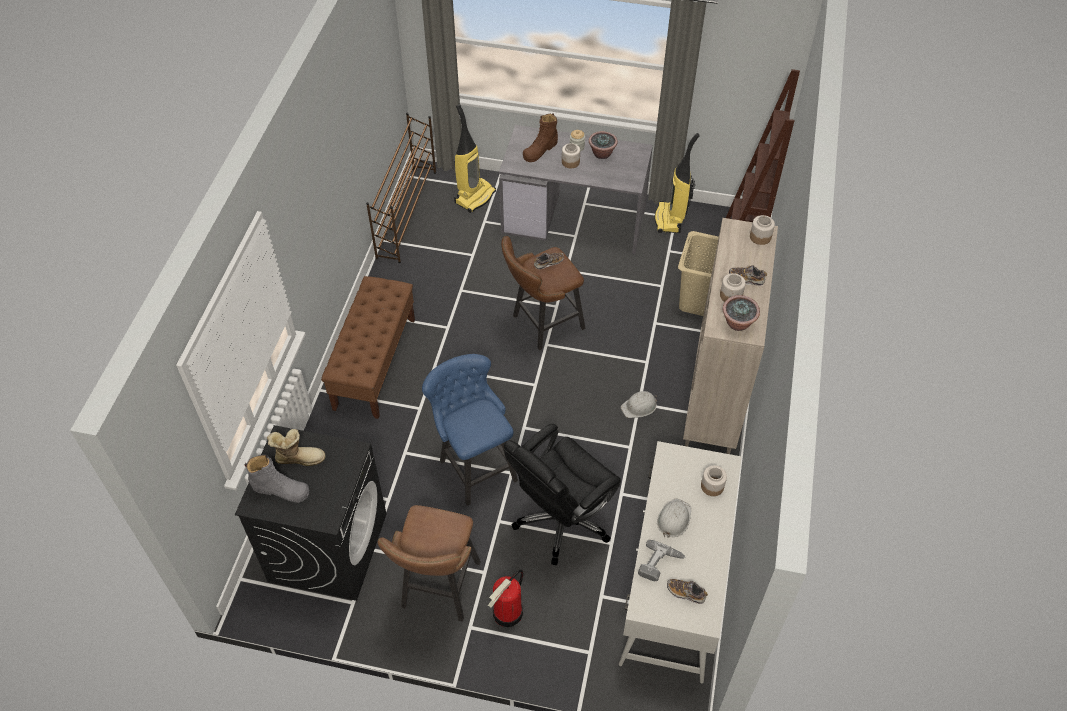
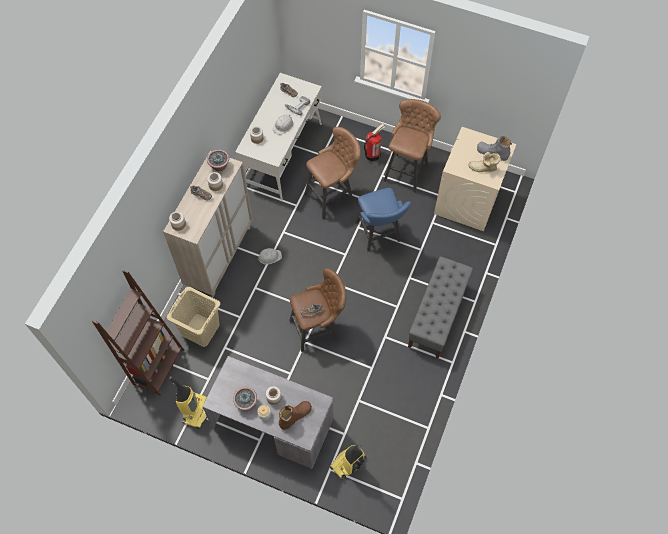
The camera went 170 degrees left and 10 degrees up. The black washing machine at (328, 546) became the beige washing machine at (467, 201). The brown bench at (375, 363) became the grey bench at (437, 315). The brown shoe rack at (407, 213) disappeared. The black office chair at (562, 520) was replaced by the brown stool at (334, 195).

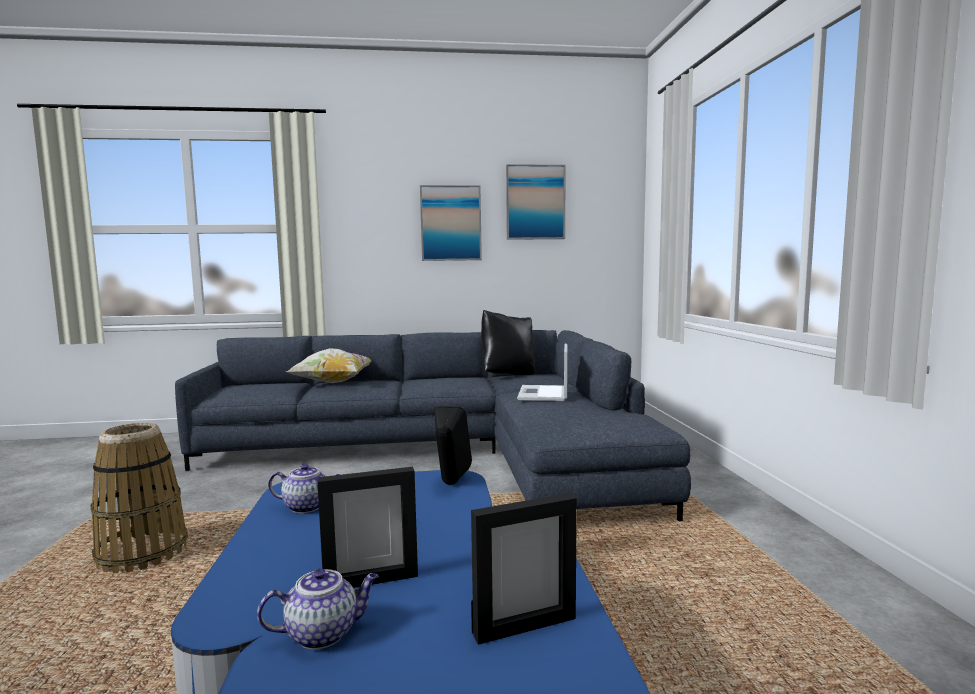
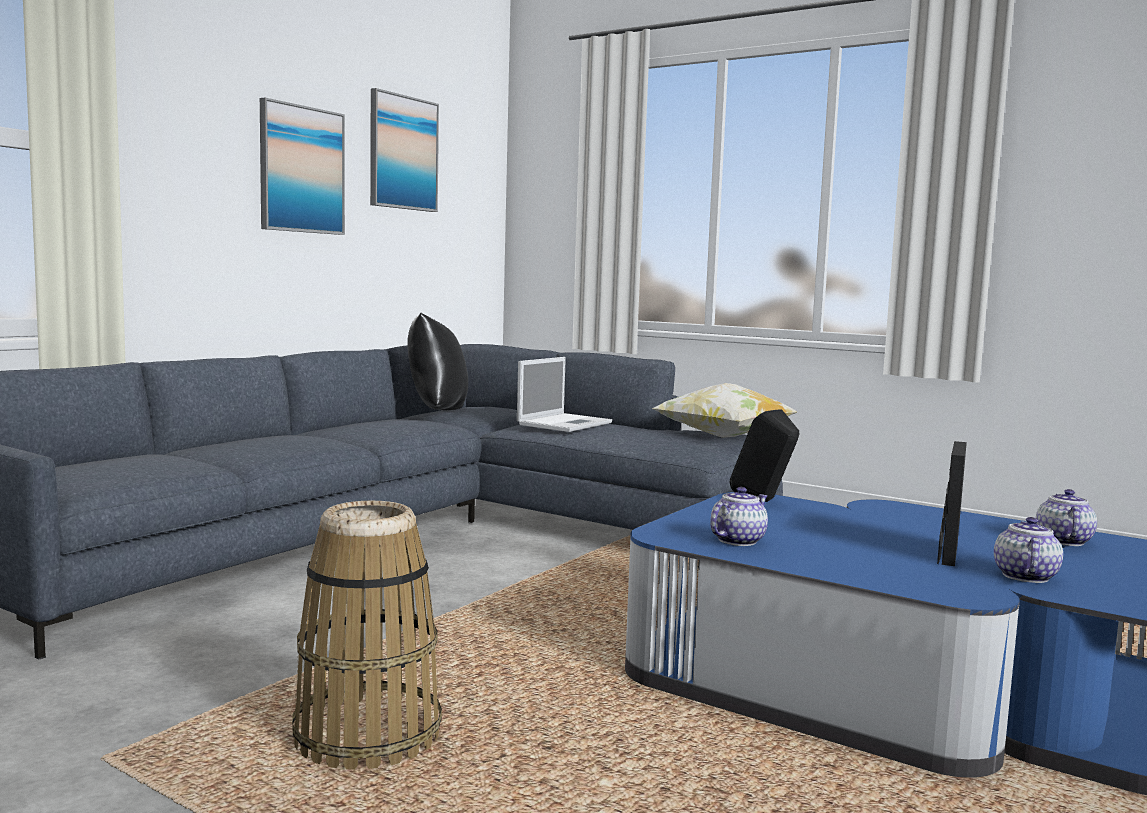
The camera went 50 degrees left and 0 degrees up. The pillow moved from (333, 383) to (723, 437). The picture frame at (524, 625) was replaced by the teapot at (1062, 541). The laptop at (543, 394) turned 105 degrees counterclockwise.

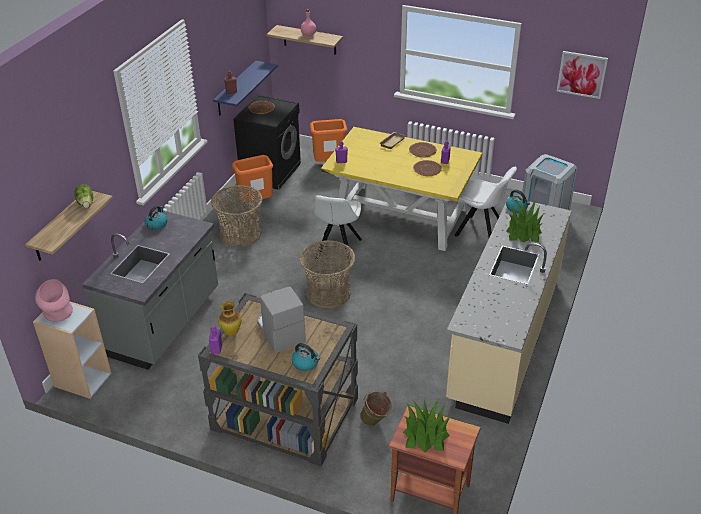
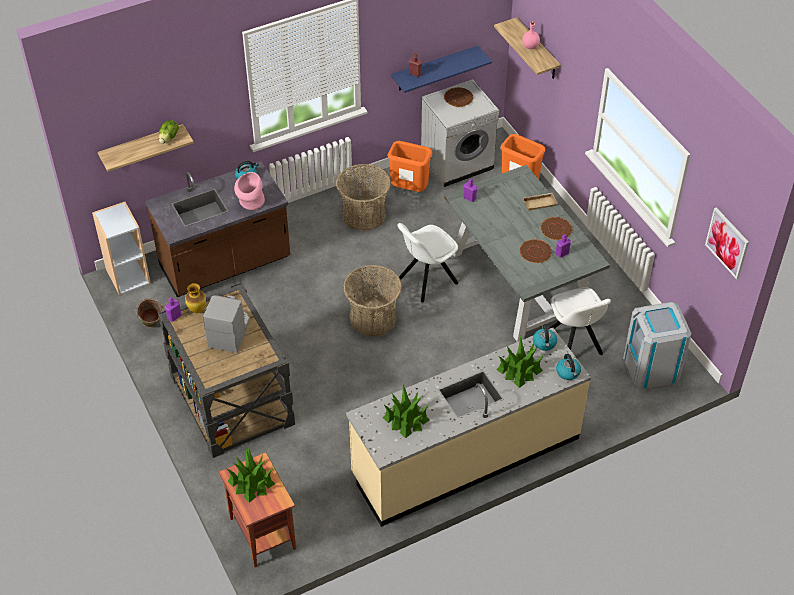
The camera went 40 degrees right and 10 degrees up. The pink vase moved from (58, 315) to (250, 203). The grey counter at (164, 323) became the brown counter at (225, 264). The black washing machine at (272, 172) became the white washing machine at (458, 164). The kettle moved from (306, 363) to (568, 372). The yellow dining table at (401, 216) became the grey dining table at (521, 281). The green bucket moved from (376, 422) to (152, 326). The potted plant at (406, 418) appeared.

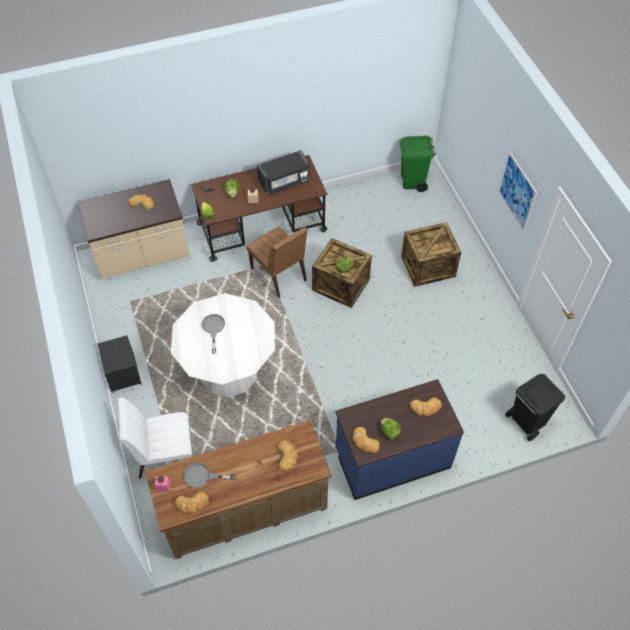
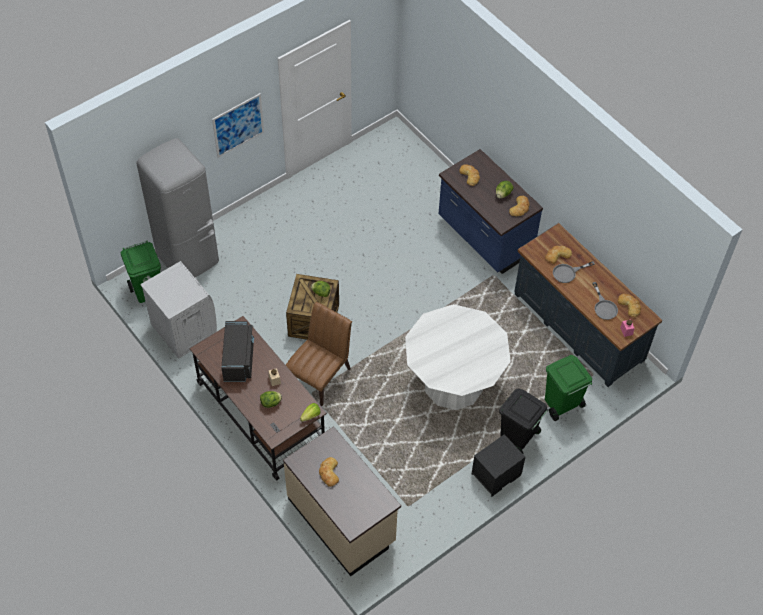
The camera went 110 degrees left and 0 degrees up. The white chair at (165, 455) was replaced by the green trash can at (561, 404). The grey frying pan moved from (213, 329) to (568, 273). The black microwave at (284, 181) turned 45 degrees clockwise. The crate at (428, 267) disappeared. The black trash can moved from (526, 422) to (517, 438). The grey fridge at (189, 259) appeared. The white washing machine at (184, 330) appeared.

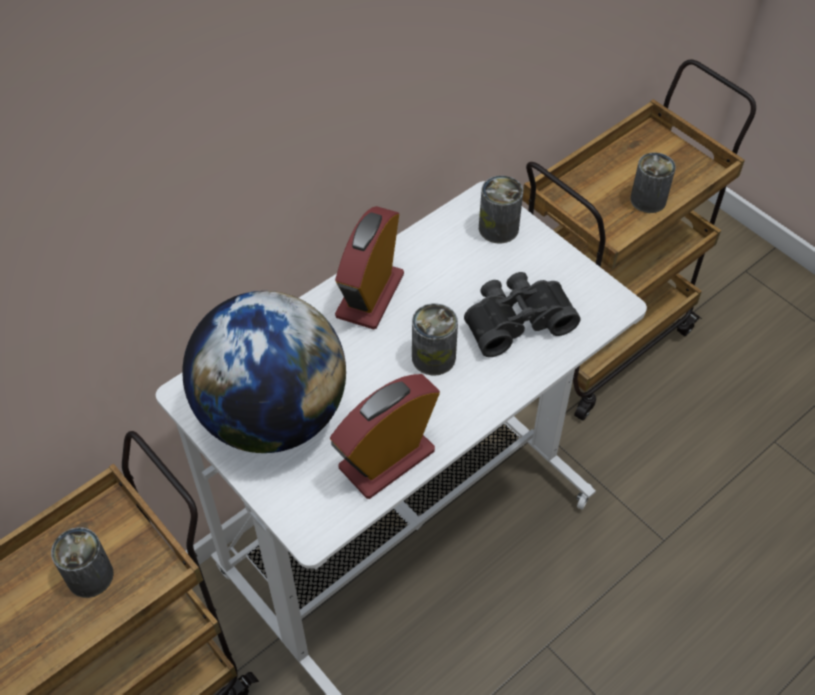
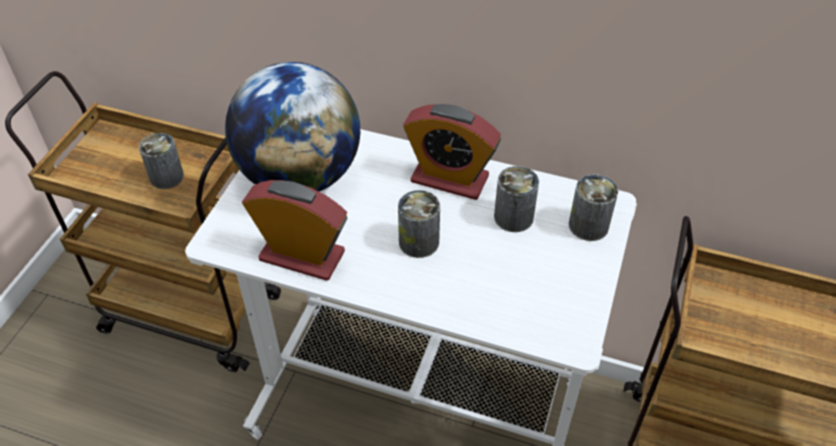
The camera went 60 degrees right and 5 degrees down. The alarm clock at (370, 296) turned 150 degrees counterclockwise. The black binoculars at (516, 320) disappeared. The can moved from (648, 200) to (513, 217).

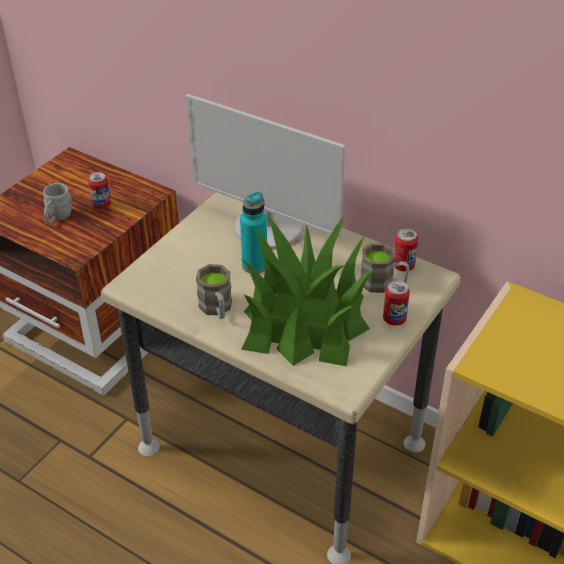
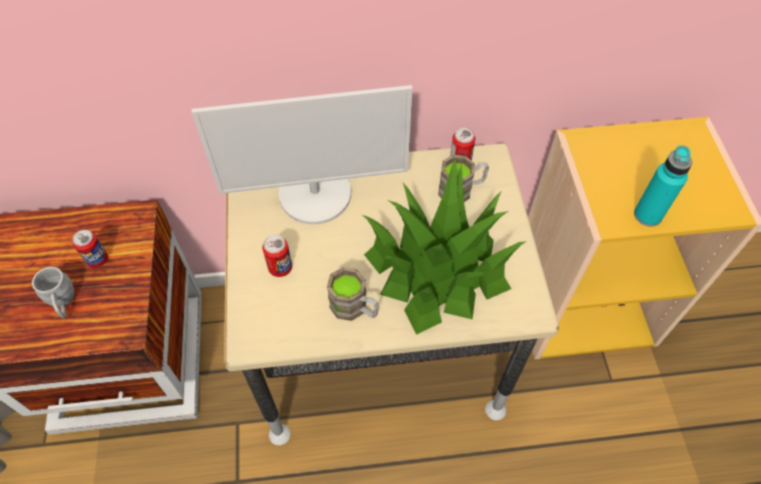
The camera went 40 degrees left and 15 degrees up. The turquoise bottle moved from (254, 265) to (647, 215). The can moved from (394, 319) to (280, 268).

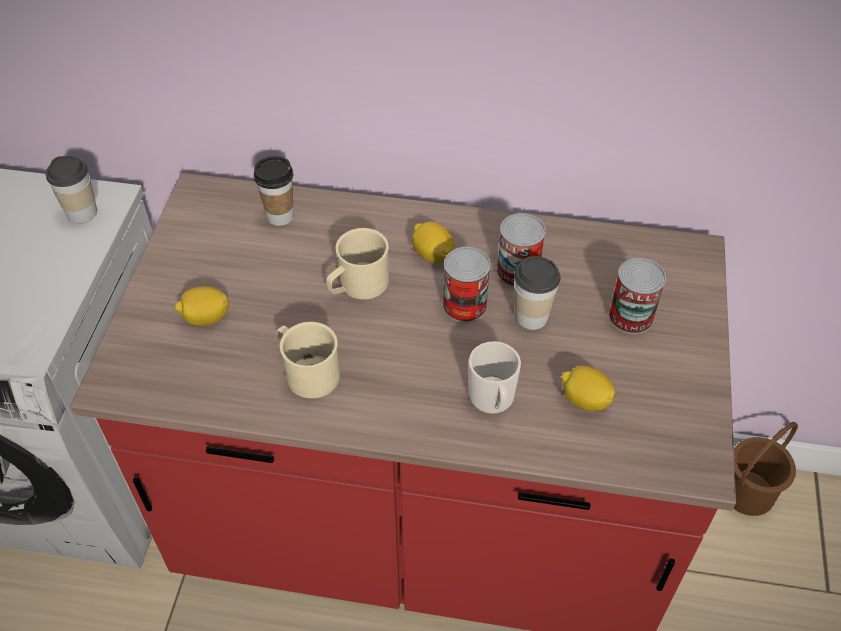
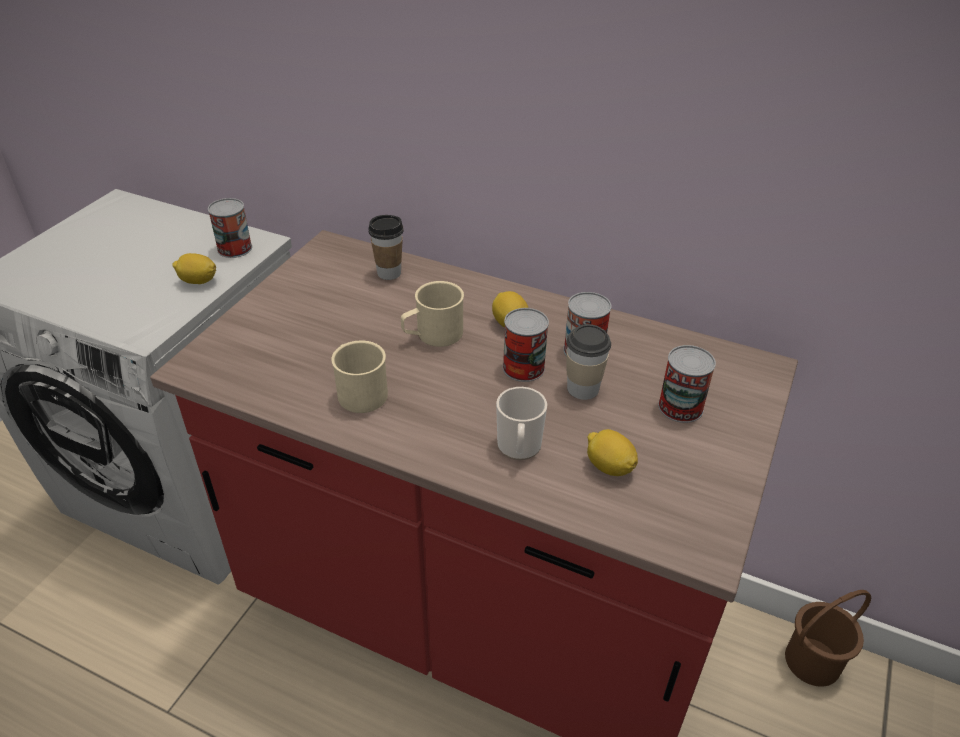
The camera went 15 degrees right and 10 degrees down. The cup at (82, 213) was replaced by the can at (234, 248). The lemon moved from (206, 318) to (198, 281).

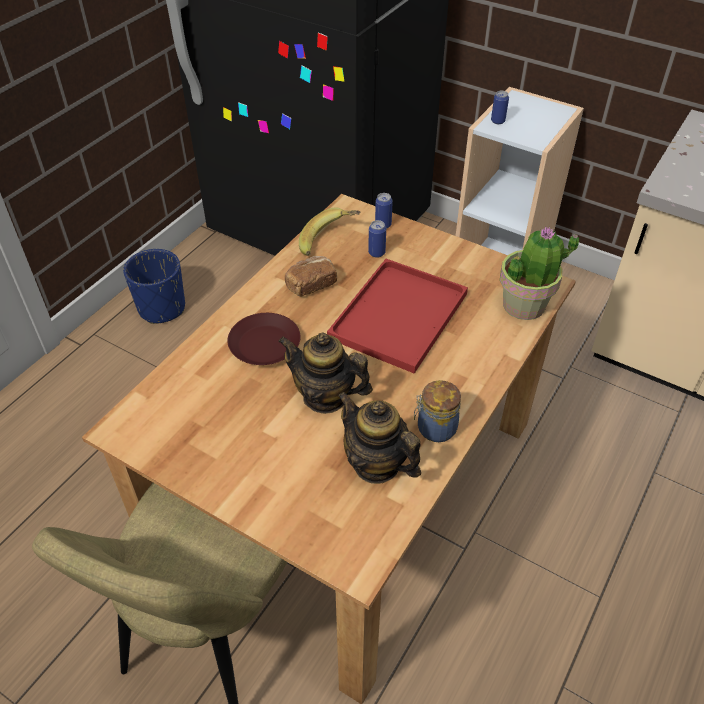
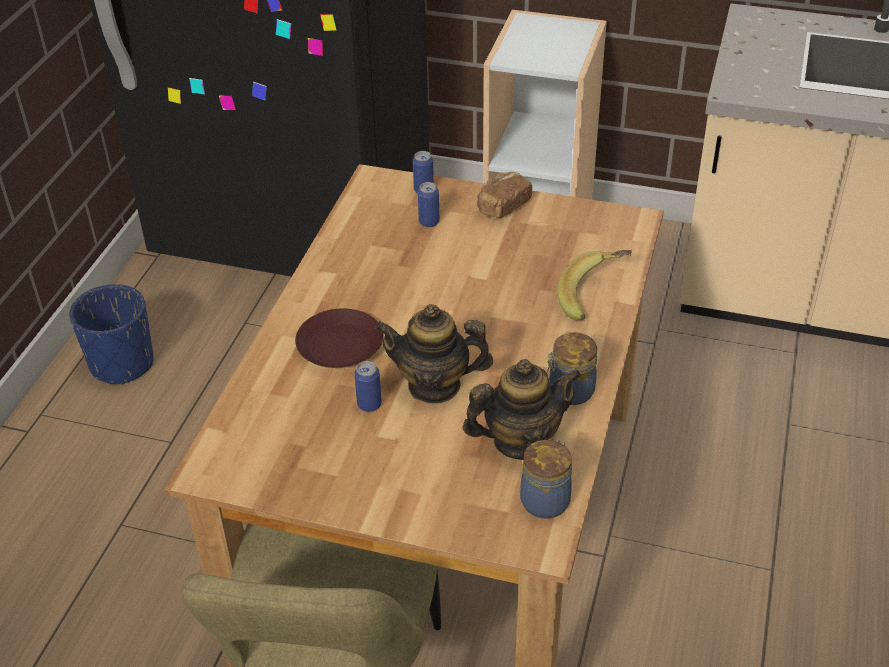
The camera went 15 degrees left and 5 degrees down. The bread moved from (310, 285) to (502, 206). The banana moved from (329, 242) to (594, 297). The red tray at (398, 313) disappeared. The teapot at (376, 464) turned 135 degrees clockwise. The can moved from (497, 121) to (369, 404). The potted plant at (525, 305) disappeared. The jar at (546, 500) appeared.

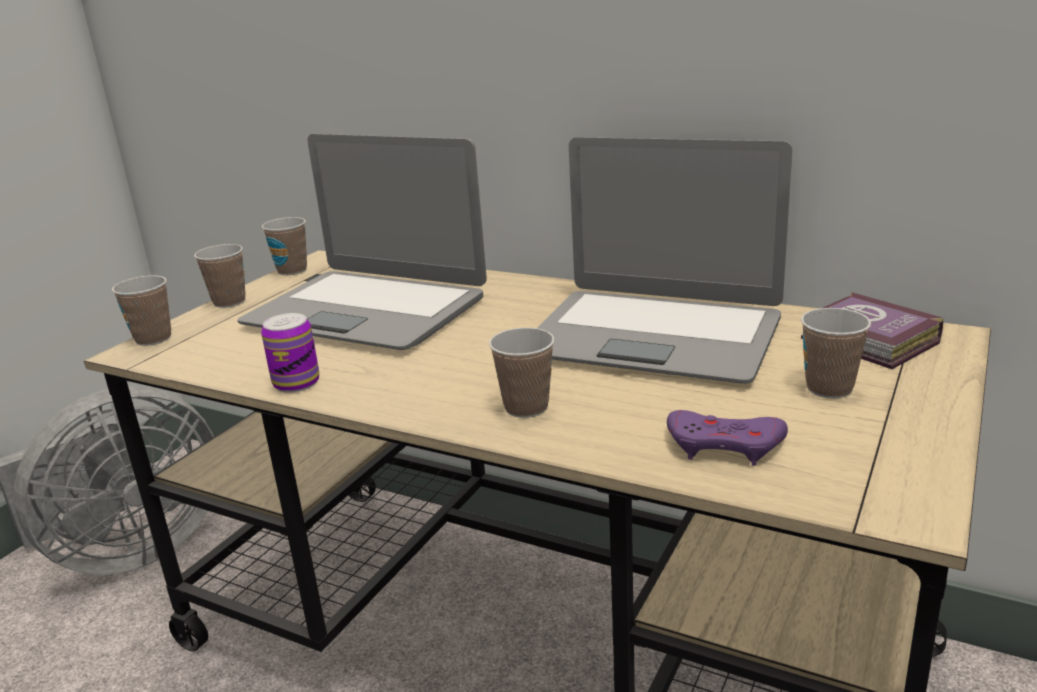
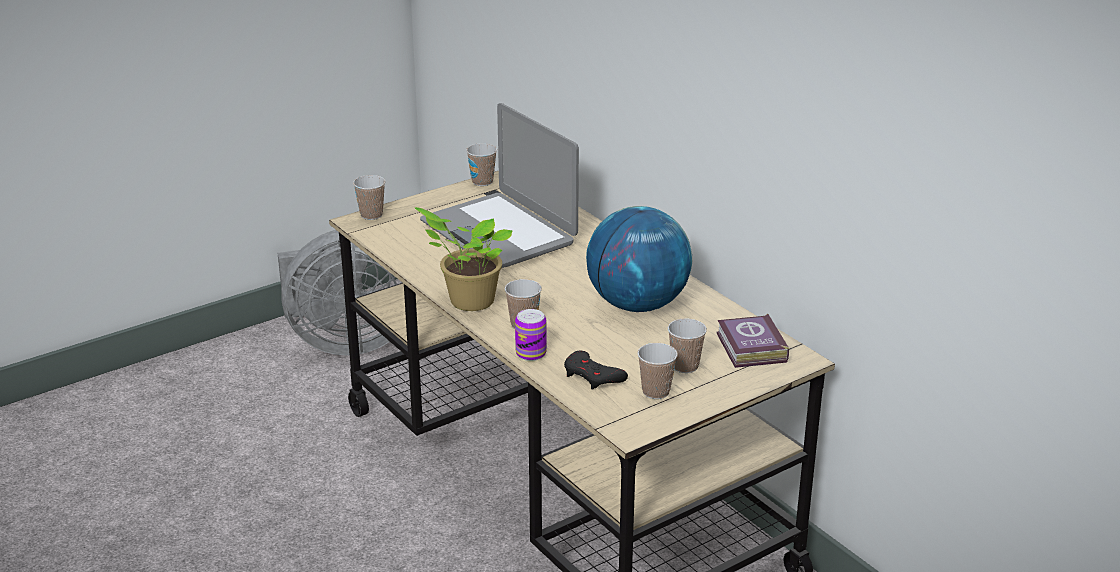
The camera went 25 degrees right and 5 degrees up. The cup moved from (229, 302) to (656, 392). The can moved from (296, 383) to (531, 353). The laptop at (653, 337) was replaced by the globe at (637, 305). The purple game controller at (724, 445) became the black game controller at (592, 376). The potted plant at (468, 301) appeared.

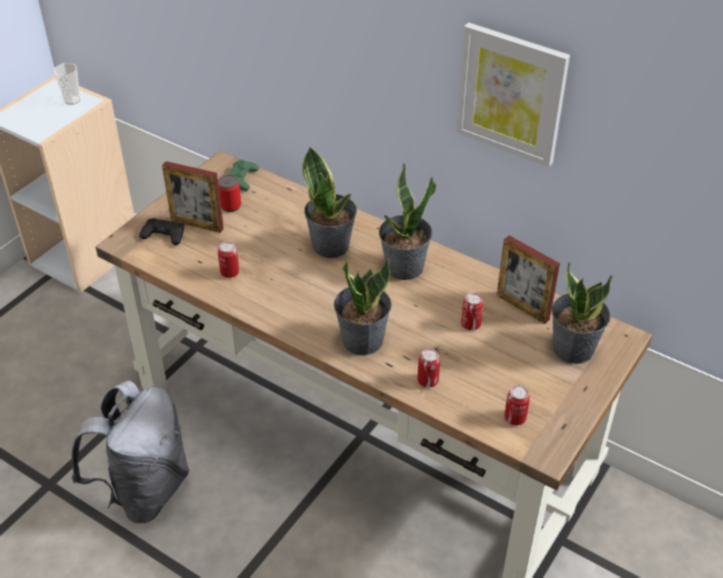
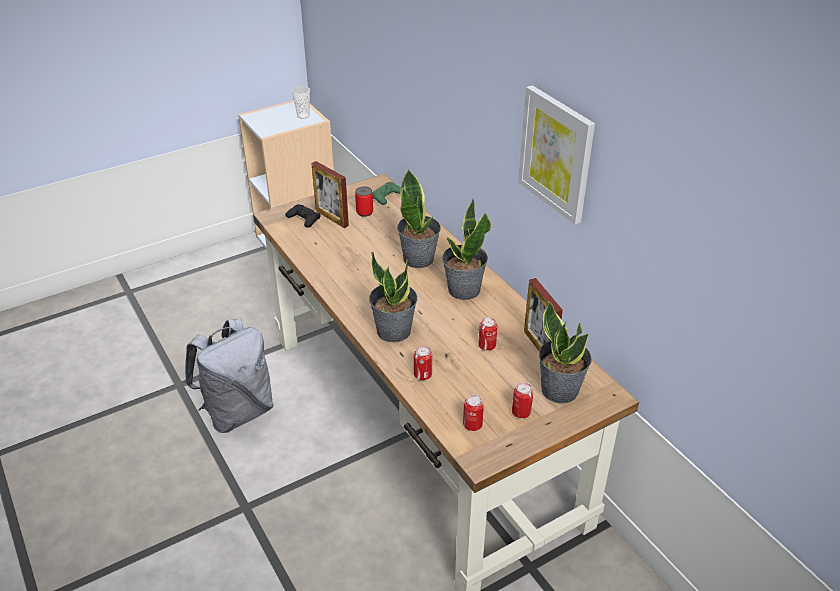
The camera went 25 degrees right and 5 degrees down. The can moved from (230, 272) to (521, 412).

